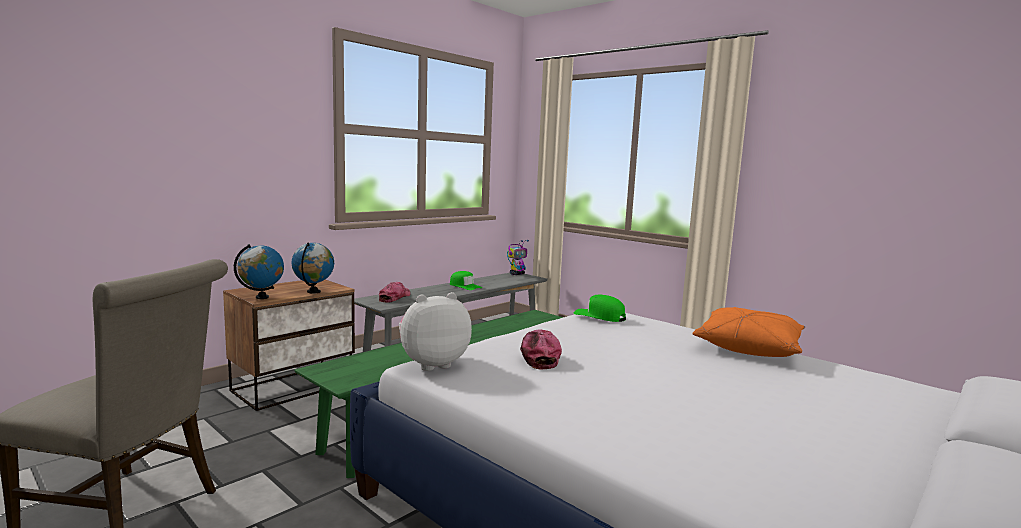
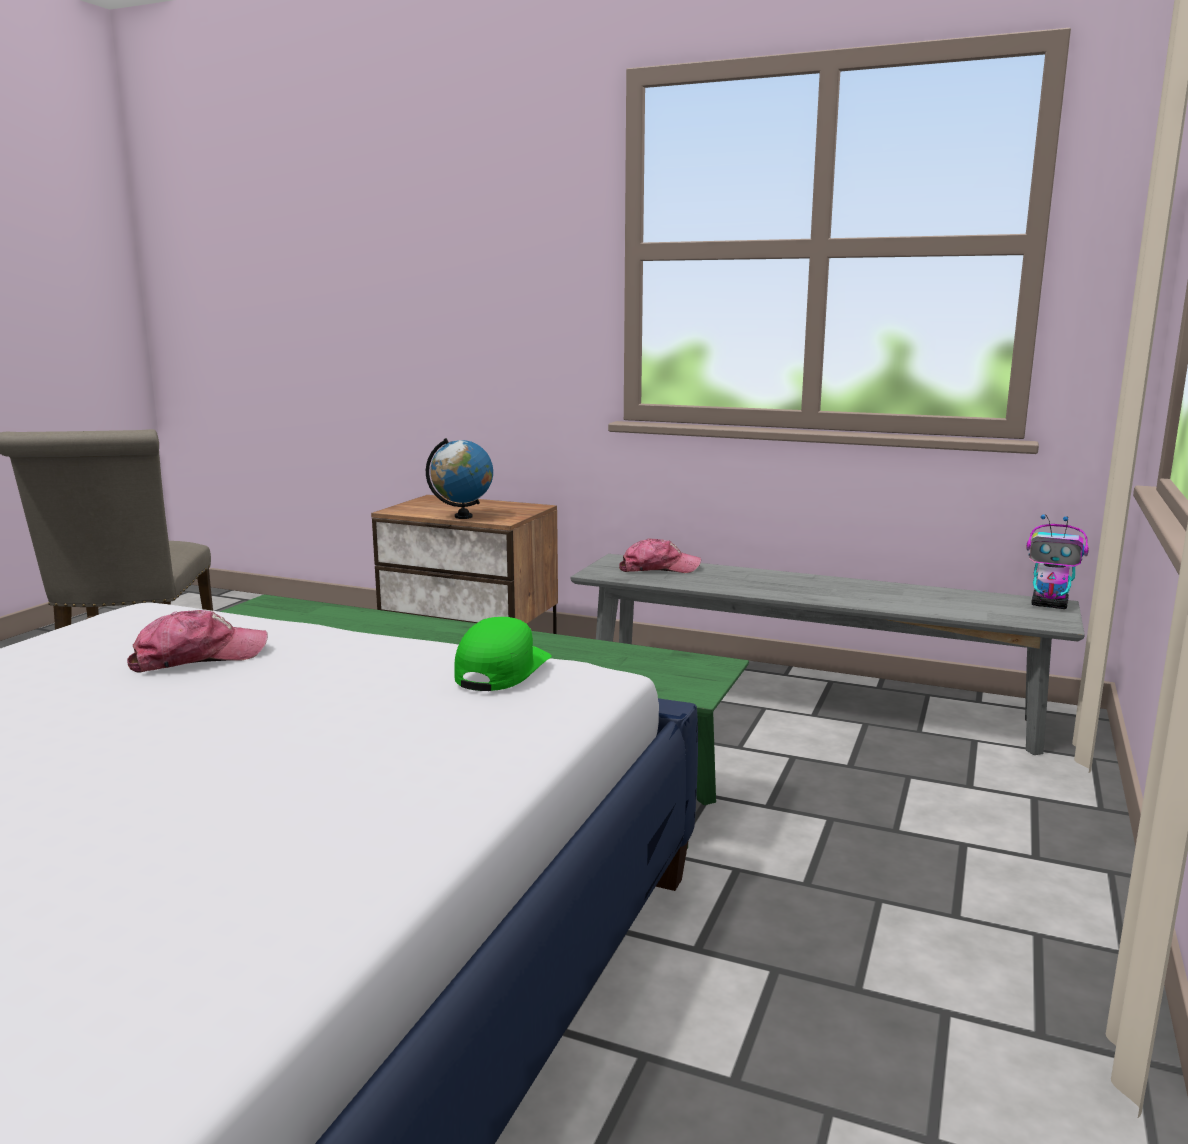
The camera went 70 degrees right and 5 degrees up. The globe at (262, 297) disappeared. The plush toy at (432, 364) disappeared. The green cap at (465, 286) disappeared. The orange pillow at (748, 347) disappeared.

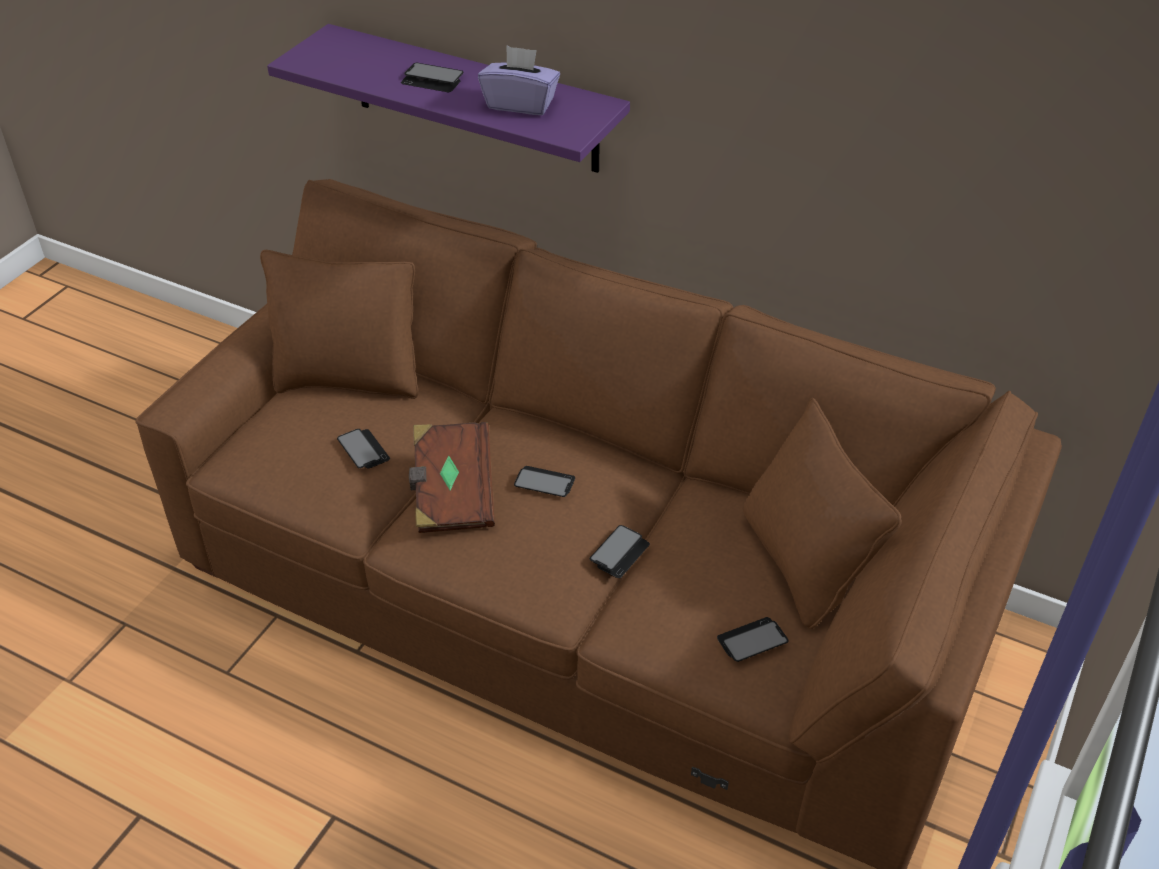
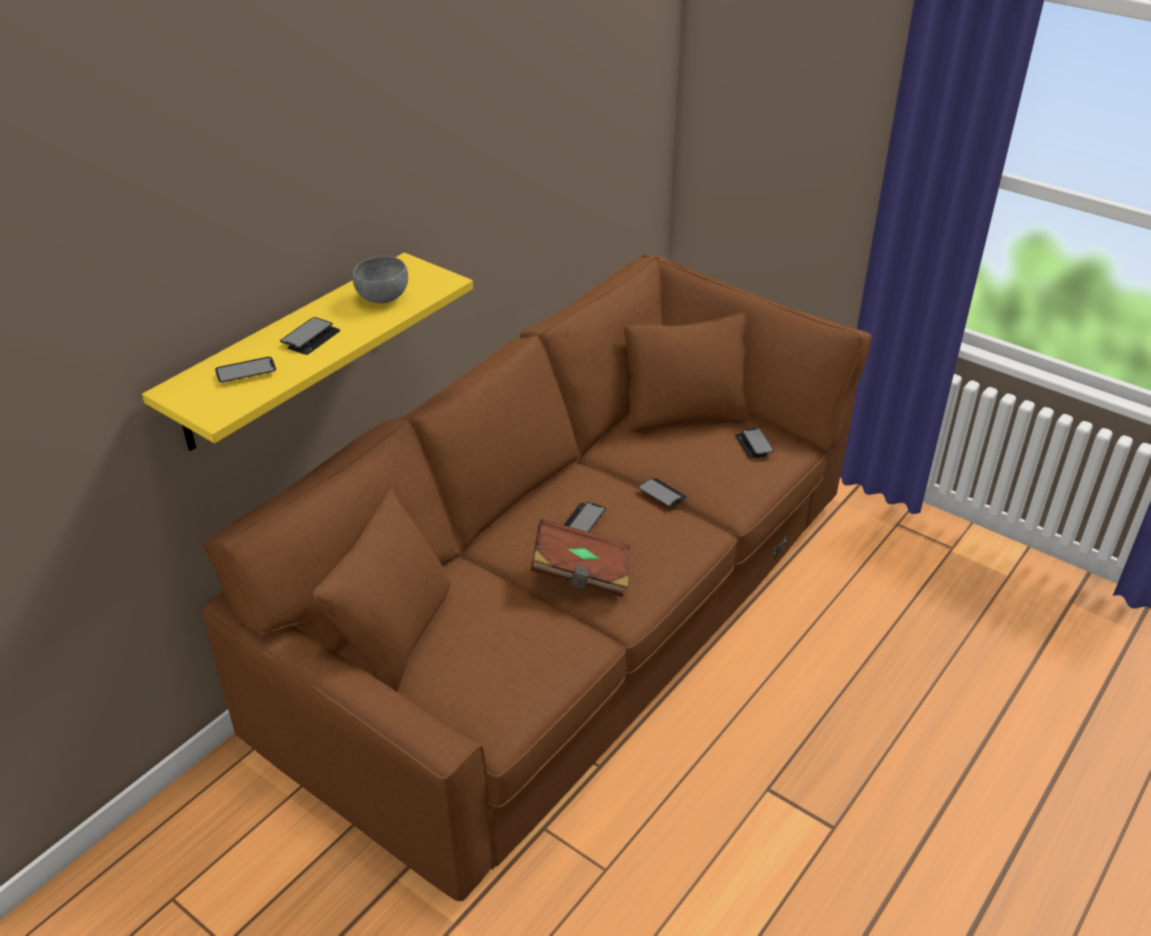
The camera went 80 degrees left and 5 degrees down. The purple shelf at (474, 99) became the yellow shelf at (291, 351). The phone moved from (363, 450) to (246, 371). The purple tissue box at (520, 104) was replaced by the grey bowl at (382, 298).

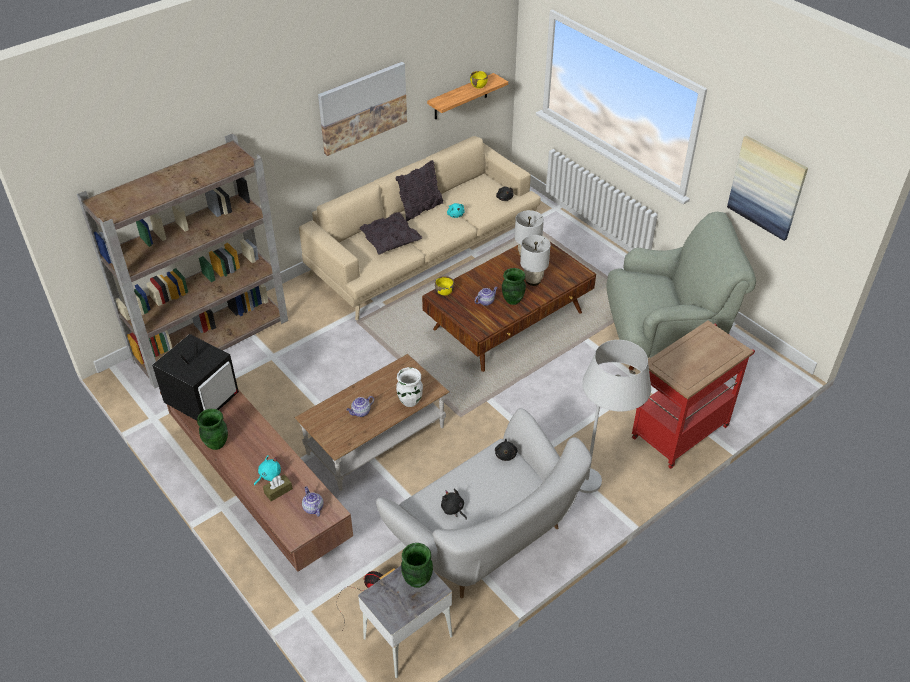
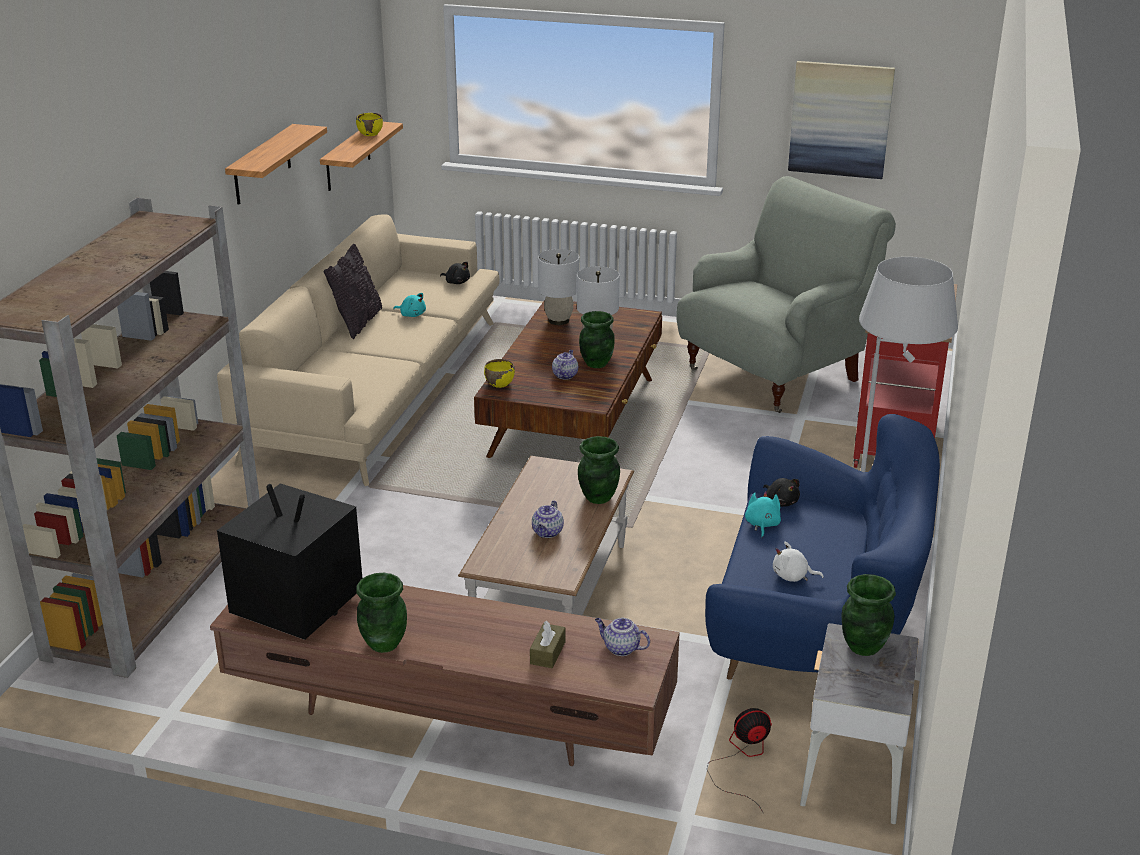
The camera went 35 degrees left and 15 degrees down. The television at (203, 399) turned 60 degrees counterclockwise. The turquoise plush toy moved from (268, 475) to (762, 525). The picture at (363, 107) was replaced by the shelf at (262, 165). The black pillow at (389, 239) disappeared. The white sofa at (487, 538) became the blue sofa at (816, 628). The white vase at (409, 401) became the green vase at (598, 497). The black plush toy at (453, 509) became the white plush toy at (792, 576).

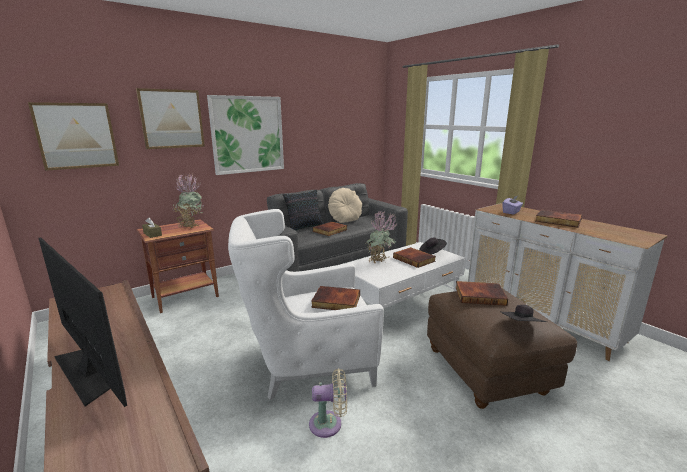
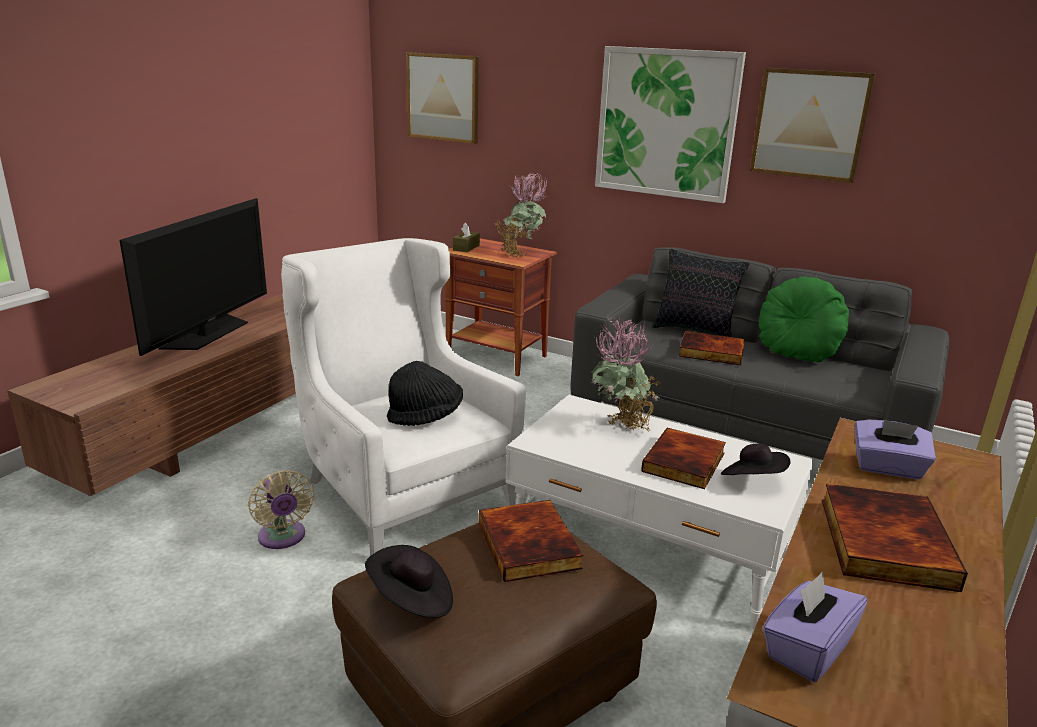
The camera went 65 degrees right and 5 degrees up. The picture moved from (172, 119) to (810, 124). The book at (335, 302) was replaced by the black hat at (425, 416). The beige pillow at (345, 221) became the green pillow at (796, 355). The purple tissue box at (807, 649) appeared.

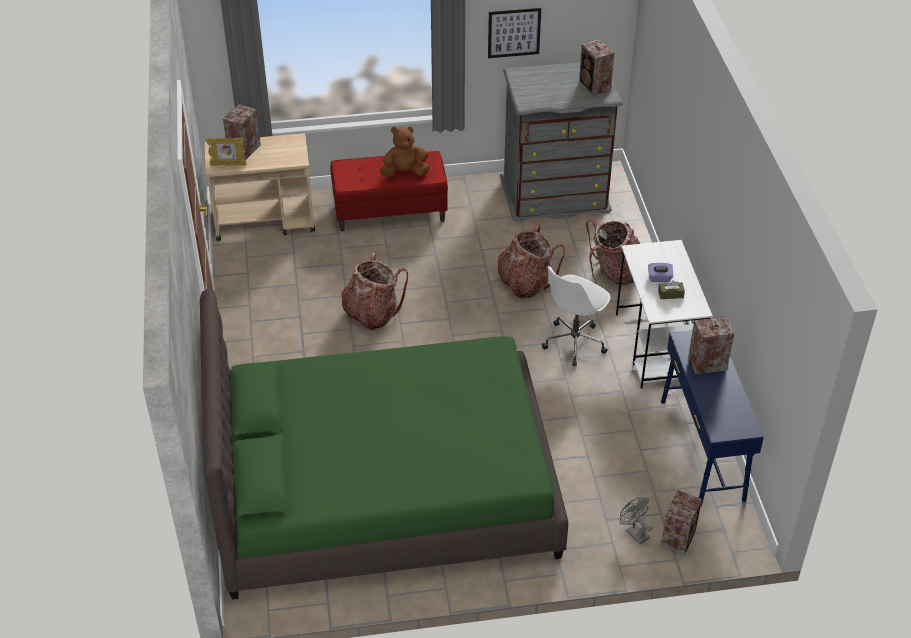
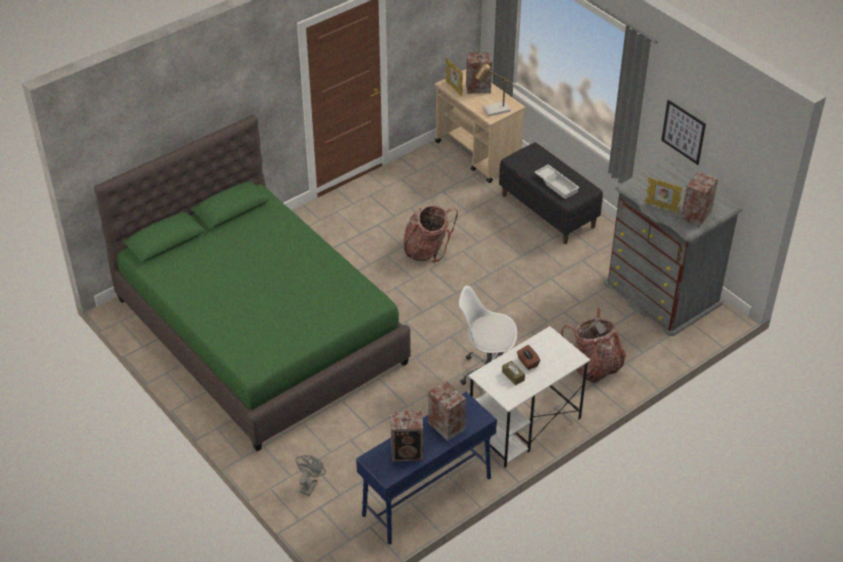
The camera went 60 degrees right and 0 degrees up. The red bench at (390, 211) became the black bench at (548, 211). The brown plush toy at (405, 173) was replaced by the white tray at (557, 184). The backpack at (525, 283) disappeared. The purple tissue box at (659, 278) became the brown tissue box at (527, 362). The speaker moved from (678, 538) to (408, 452). The table lamp at (493, 111) appeared. The picture frame at (661, 207) appeared.

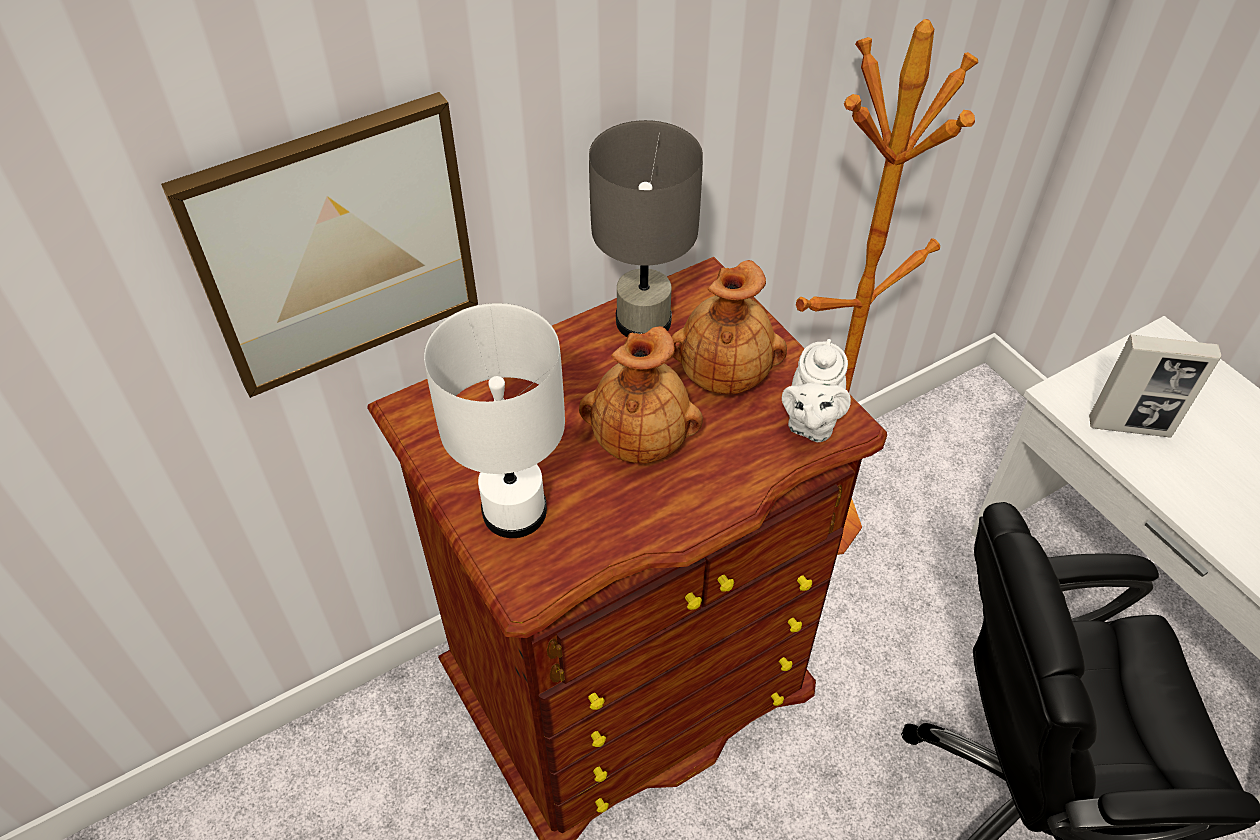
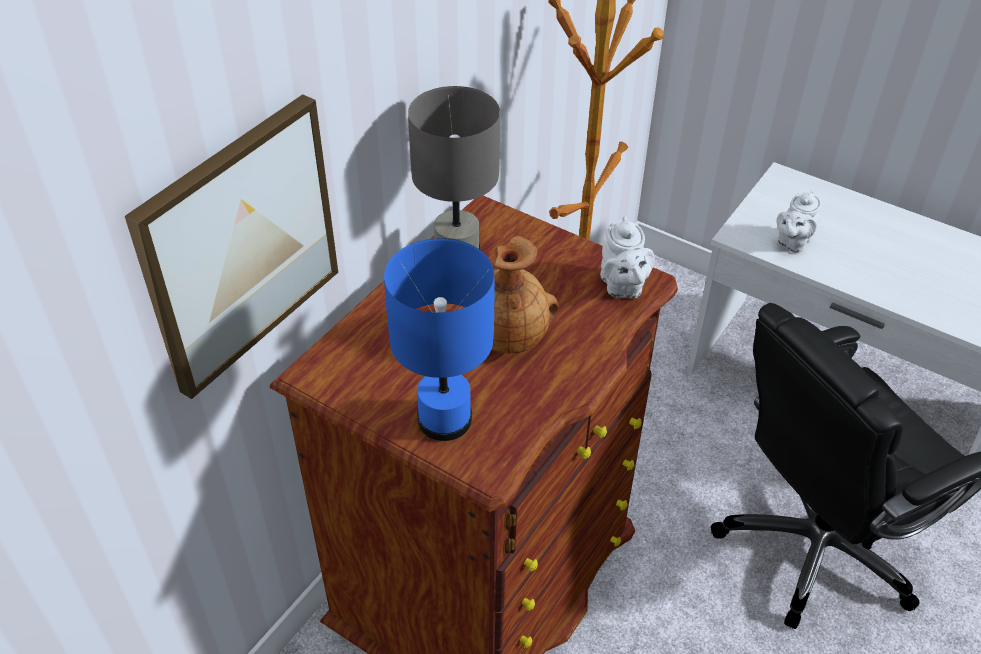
The camera went 25 degrees left and 5 degrees down. The white table lamp at (516, 511) became the blue table lamp at (445, 419). The brown vase at (724, 374) disappeared. The picture frame at (1130, 427) was replaced by the white teapot at (792, 242).

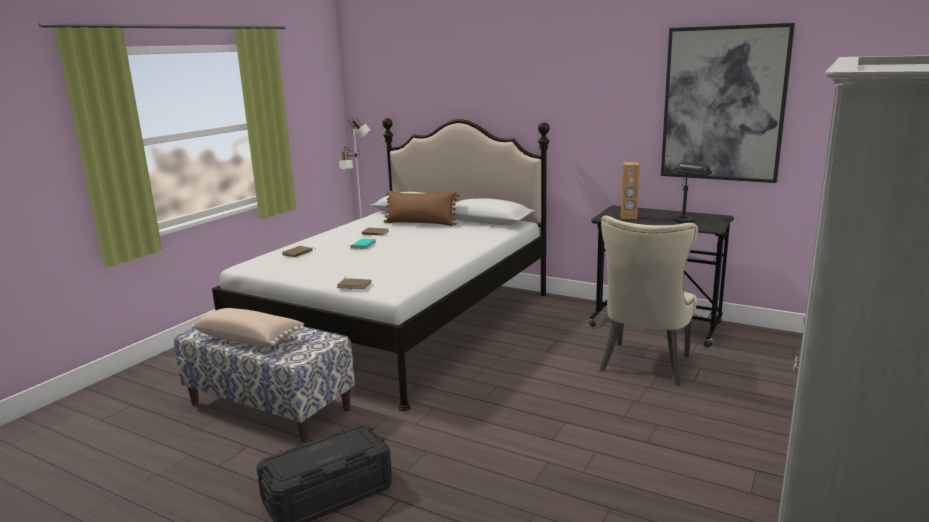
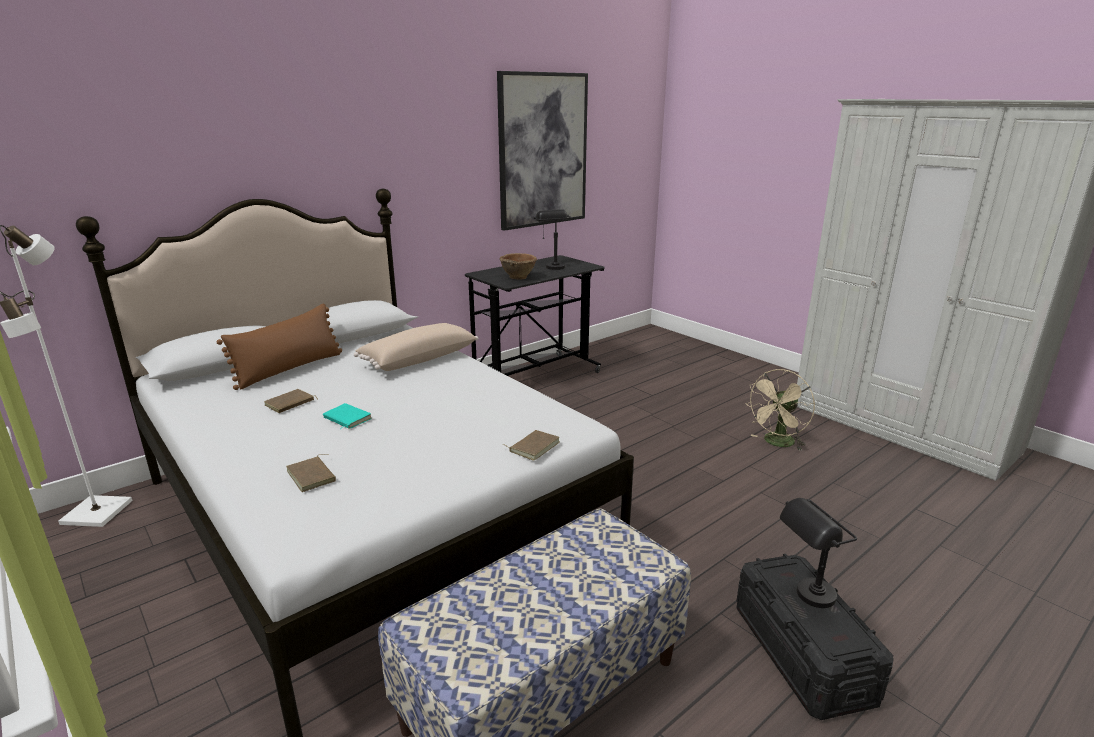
The camera went 70 degrees left and 5 degrees up. The beige pillow moved from (250, 338) to (418, 359). The beige chair at (645, 365) disappeared. The brown speaker at (628, 217) was replaced by the brown bowl at (518, 277). The beige fan at (777, 443) appeared. The black table lamp at (806, 598) appeared.

